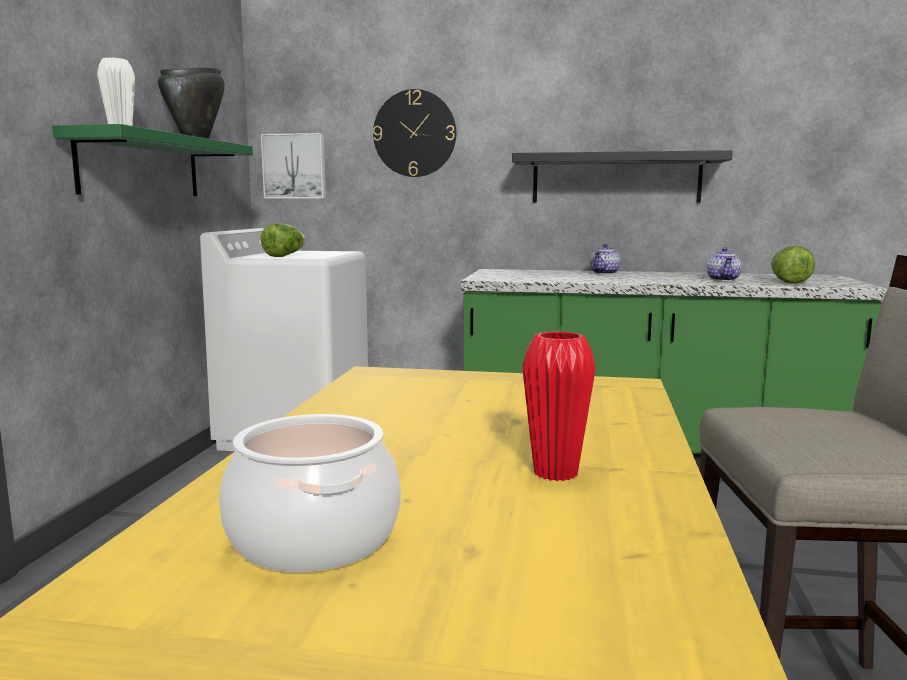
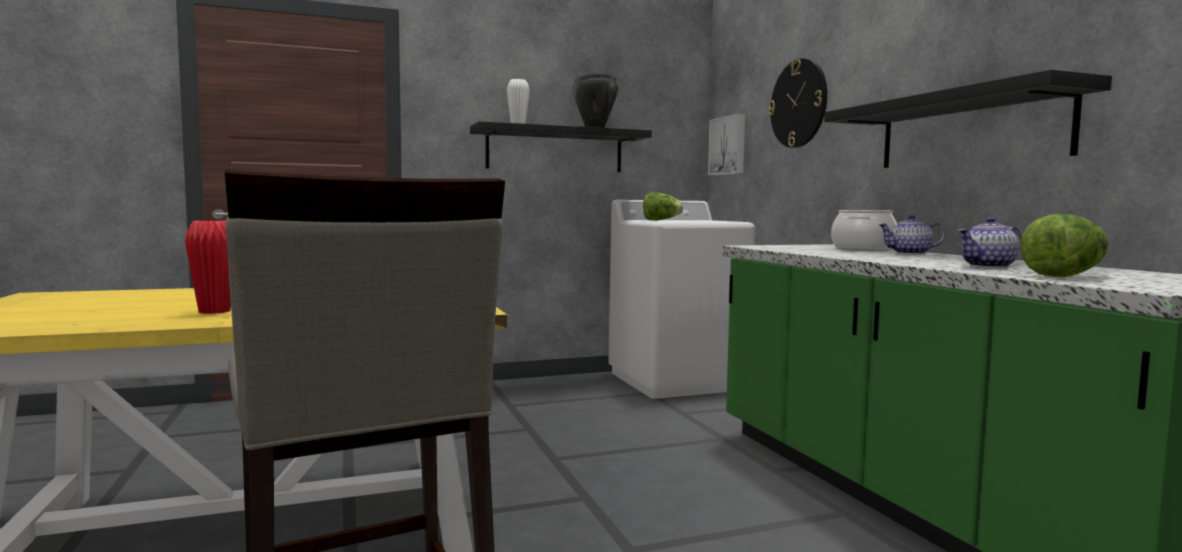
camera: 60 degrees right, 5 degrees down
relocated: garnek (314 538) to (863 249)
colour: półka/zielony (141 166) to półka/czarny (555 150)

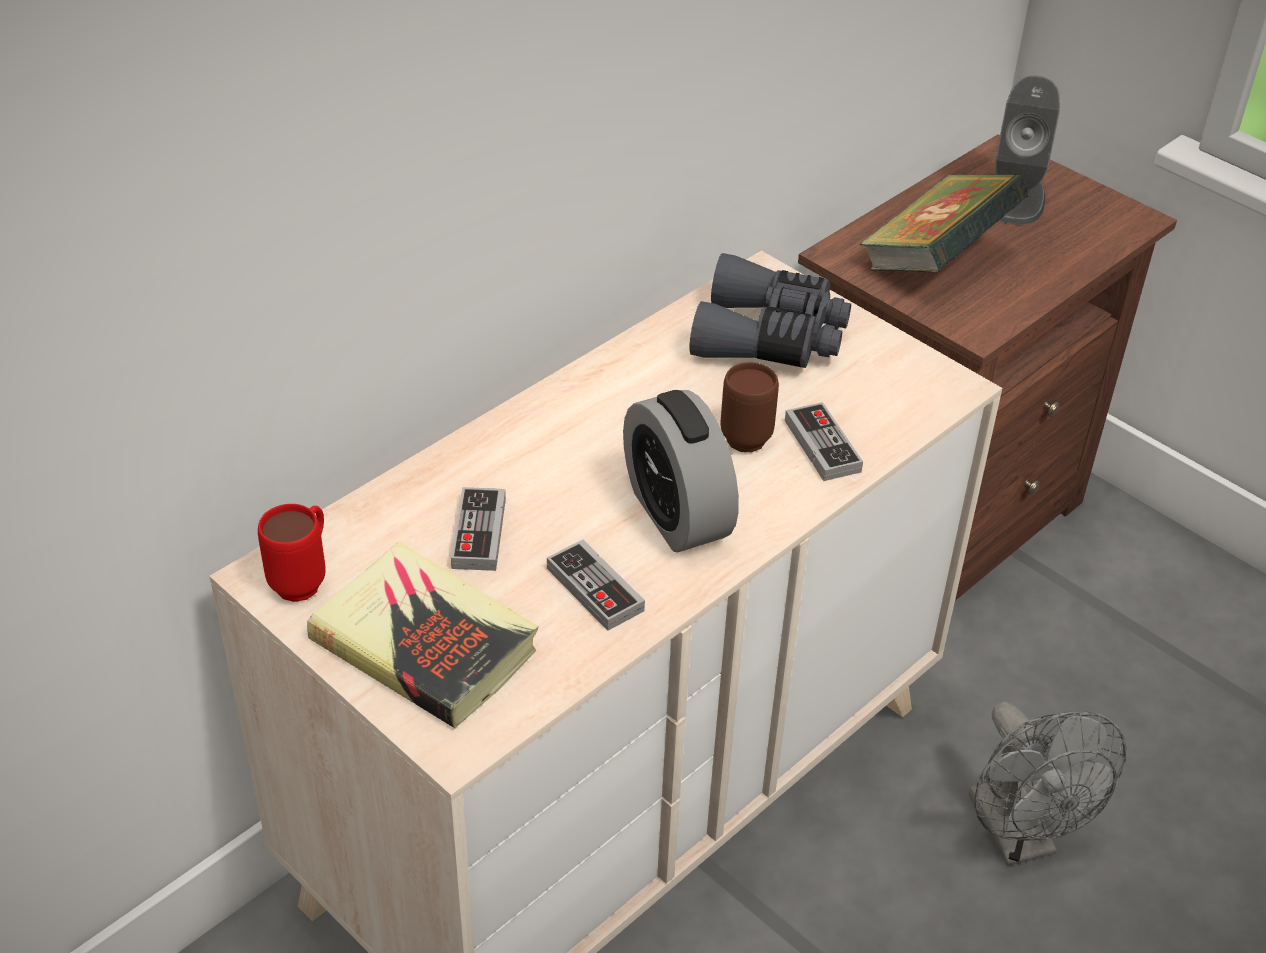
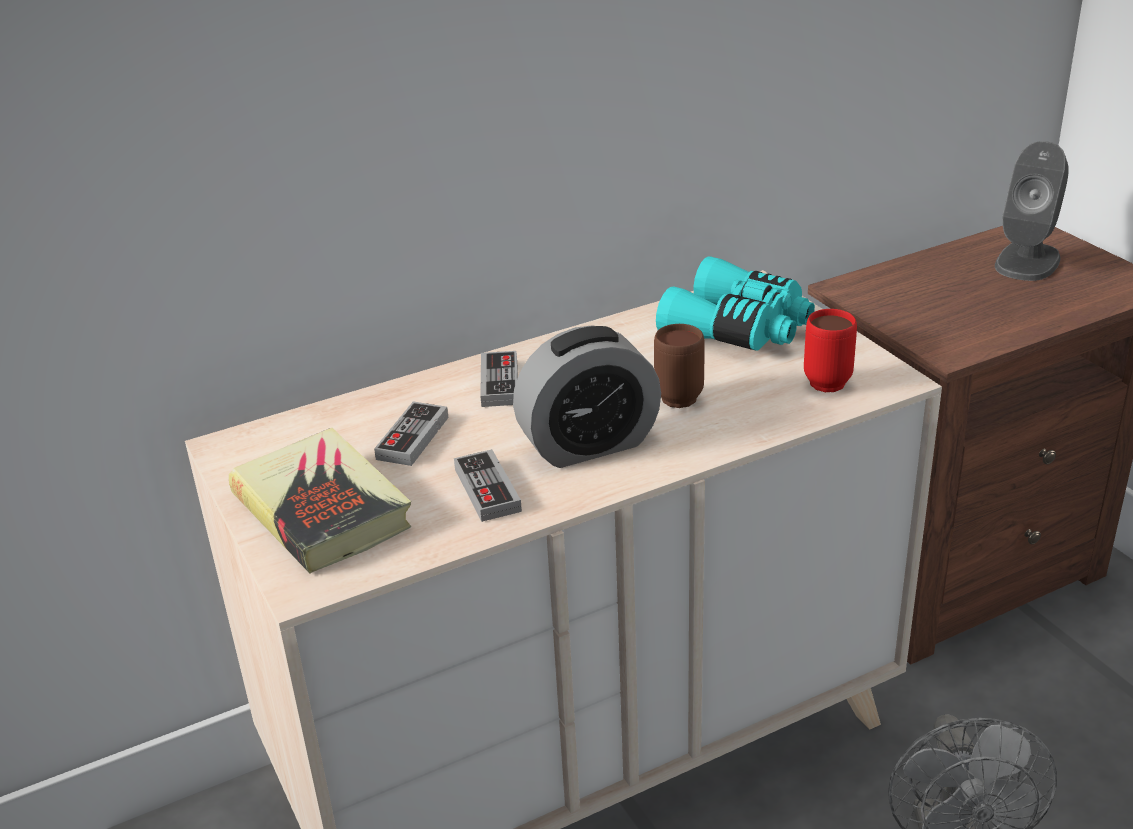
camera: 20 degrees right, 10 degrees down
missing: książka (936 261)
relocated: kubek/czerwony (305 579) to (833 380); pad do gier (822 446) to (499 383)
colour: lornetka/szary (770 337) to lornetka/turkusowy (739 329)
spun: budzik (676 514) = (589 445) 105 degrees counterclockwise

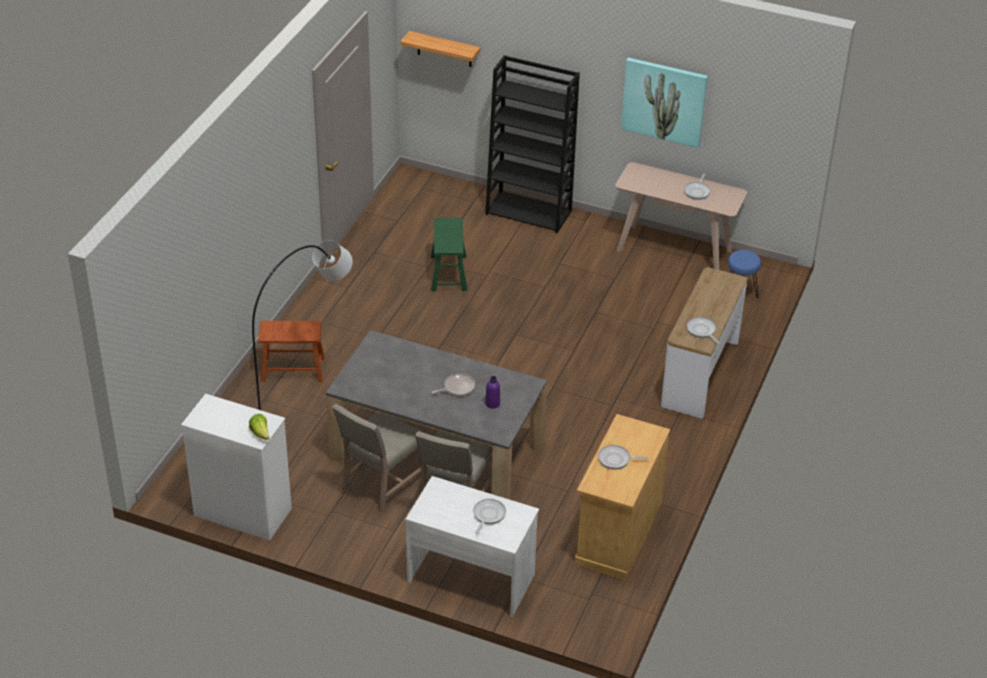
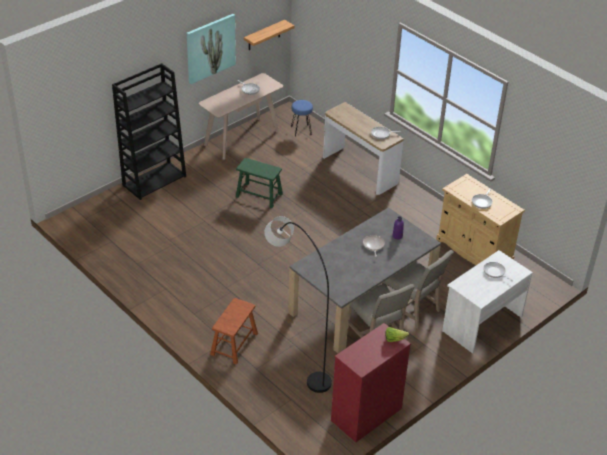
camera: 65 degrees left, 0 degrees up
relocated: półka (444 49) to (264 35); stołek/zielony (448 273) to (259 195)
colour: komoda/biały (242 512) to komoda/czerwony (366 415)

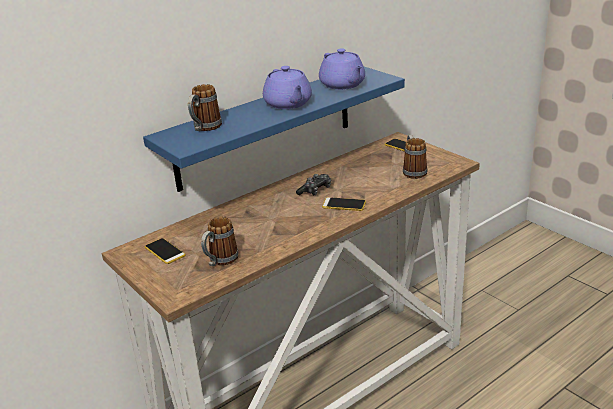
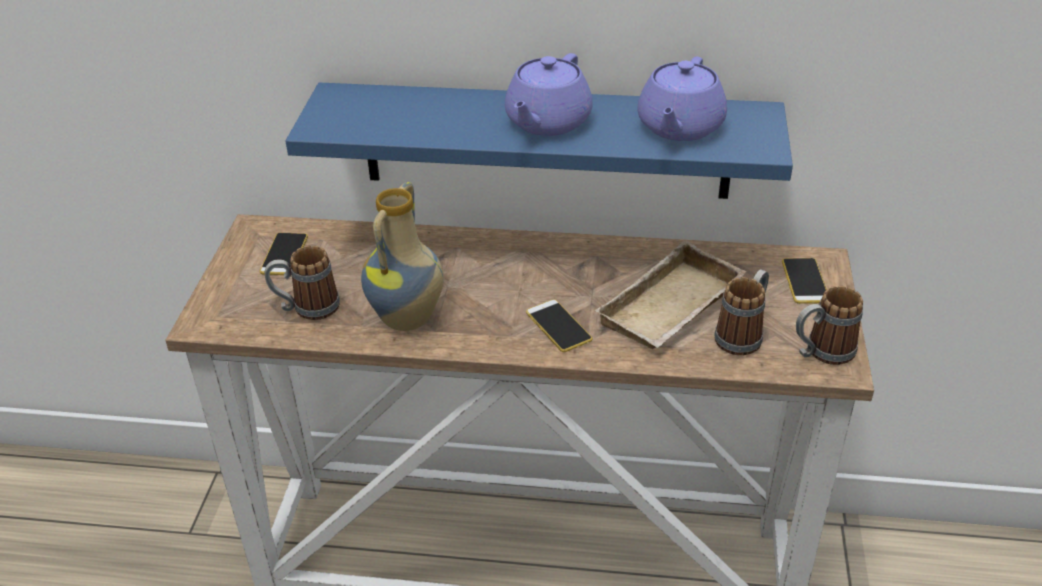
camera: 45 degrees right, 10 degrees up
missing: pad do gier (315 190)
appeared: wazon (409 319); taca/beżowy (672 309)
relocated: kubek (204 128) to (821 353)

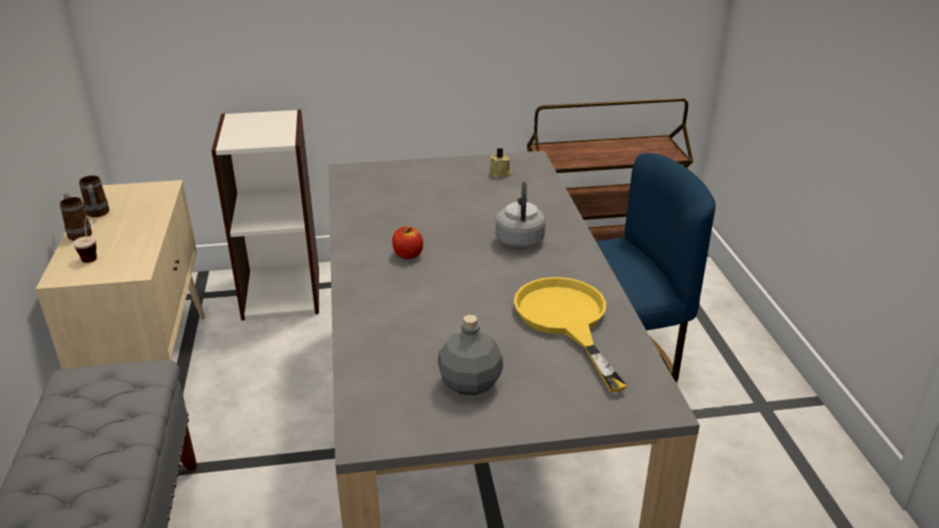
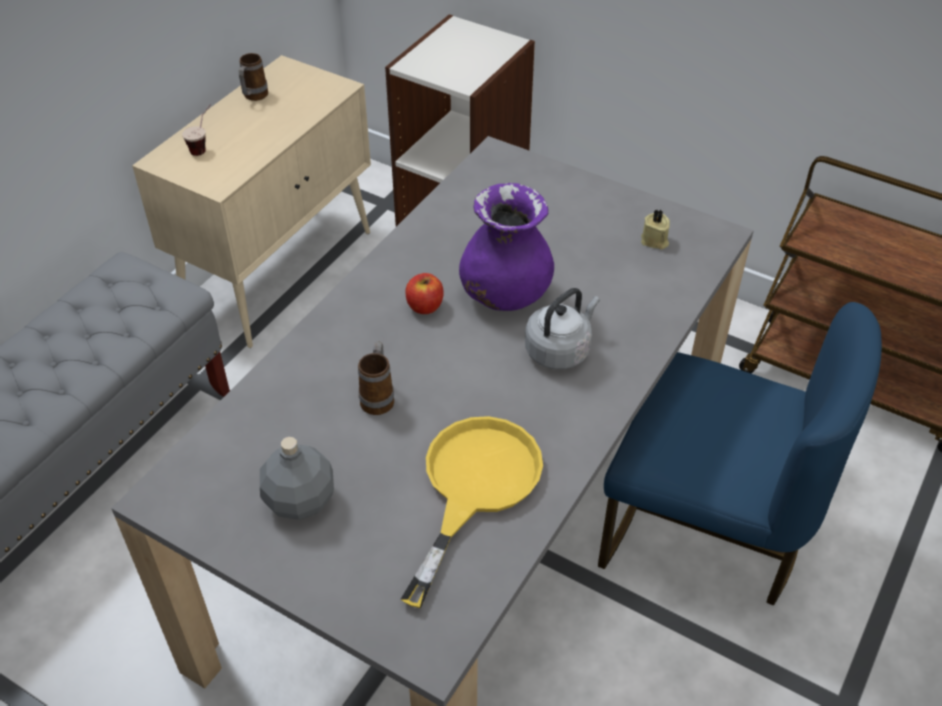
camera: 40 degrees right, 15 degrees up
appeared: wazon/fioletowy (505 295)
relocated: kubek (79 233) to (378 397)

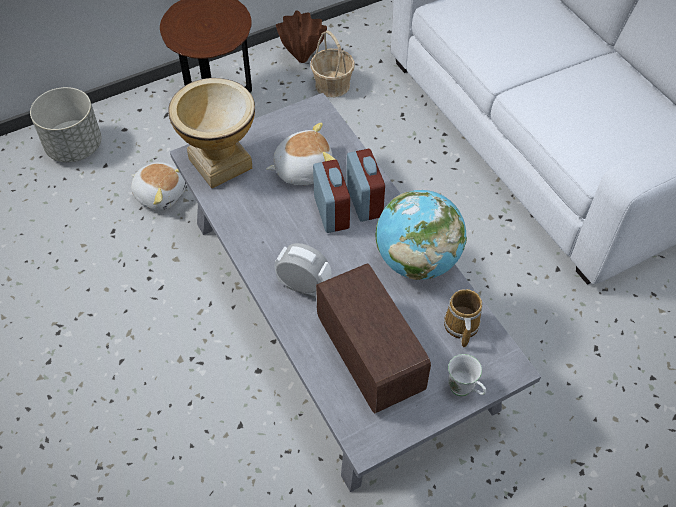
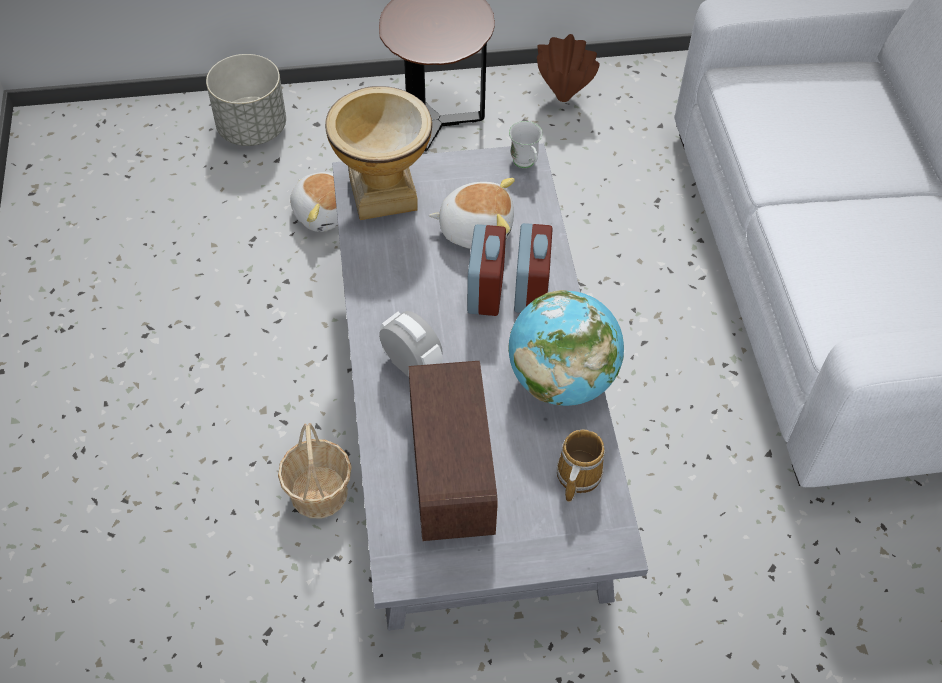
camera: 20 degrees right, 0 degrees up
relocated: koszyk (332 84) to (319 492); kubek/biały (464 391) to (526 165)

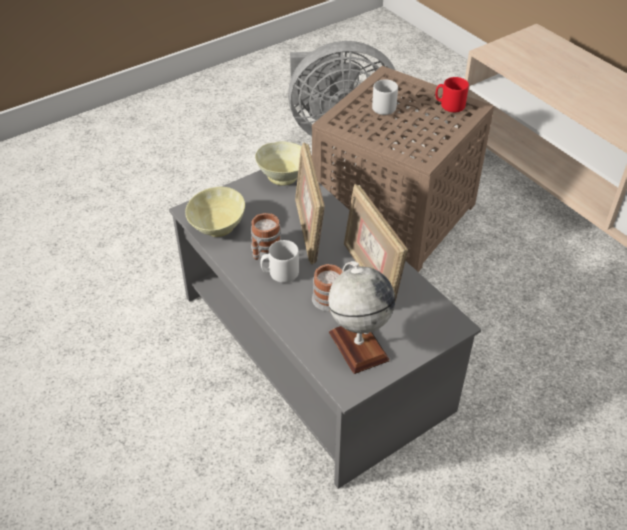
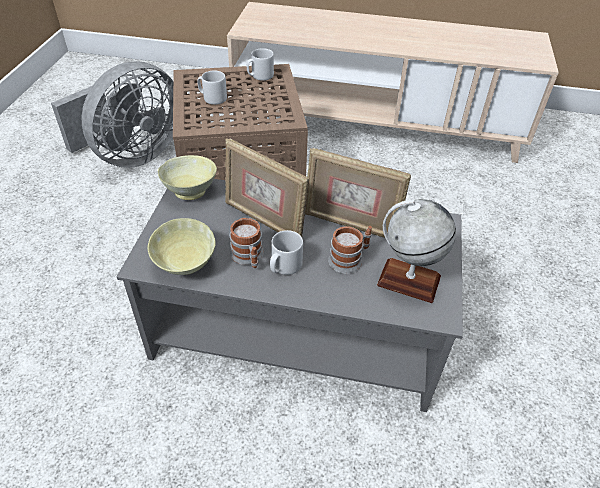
camera: 45 degrees left, 0 degrees up
colour: kubek/czerwony (449 105) to kubek/szary (260 76)

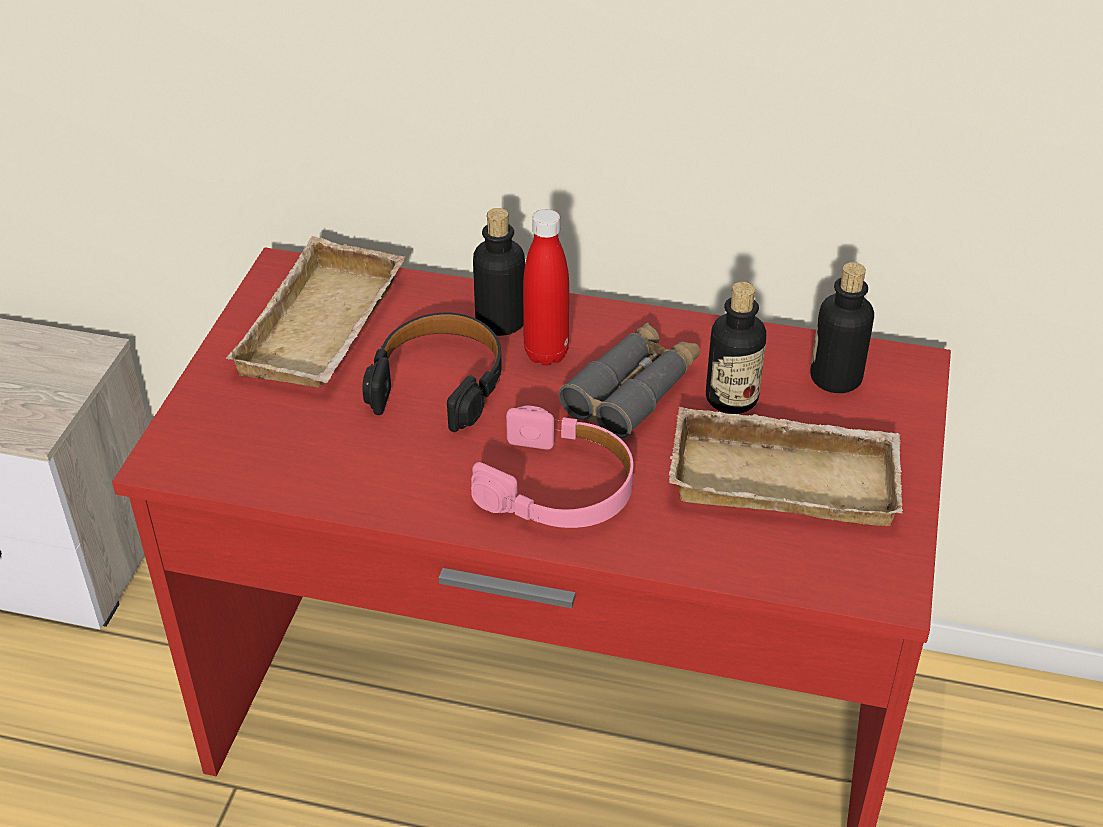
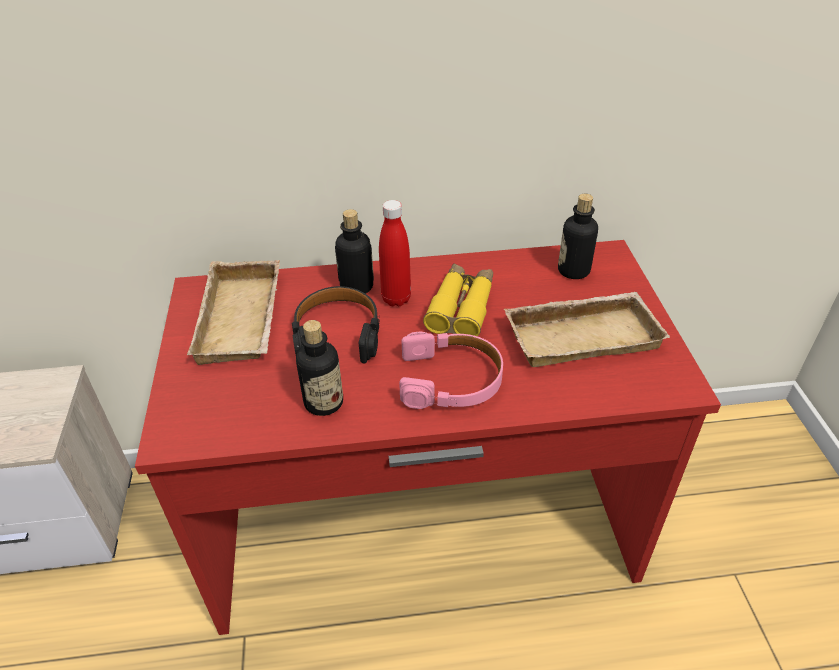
camera: 20 degrees left, 0 degrees up
relocated: butelka (731 398) to (323 402)
colour: lornetka/szary (632 390) to lornetka/żółty (461 307)

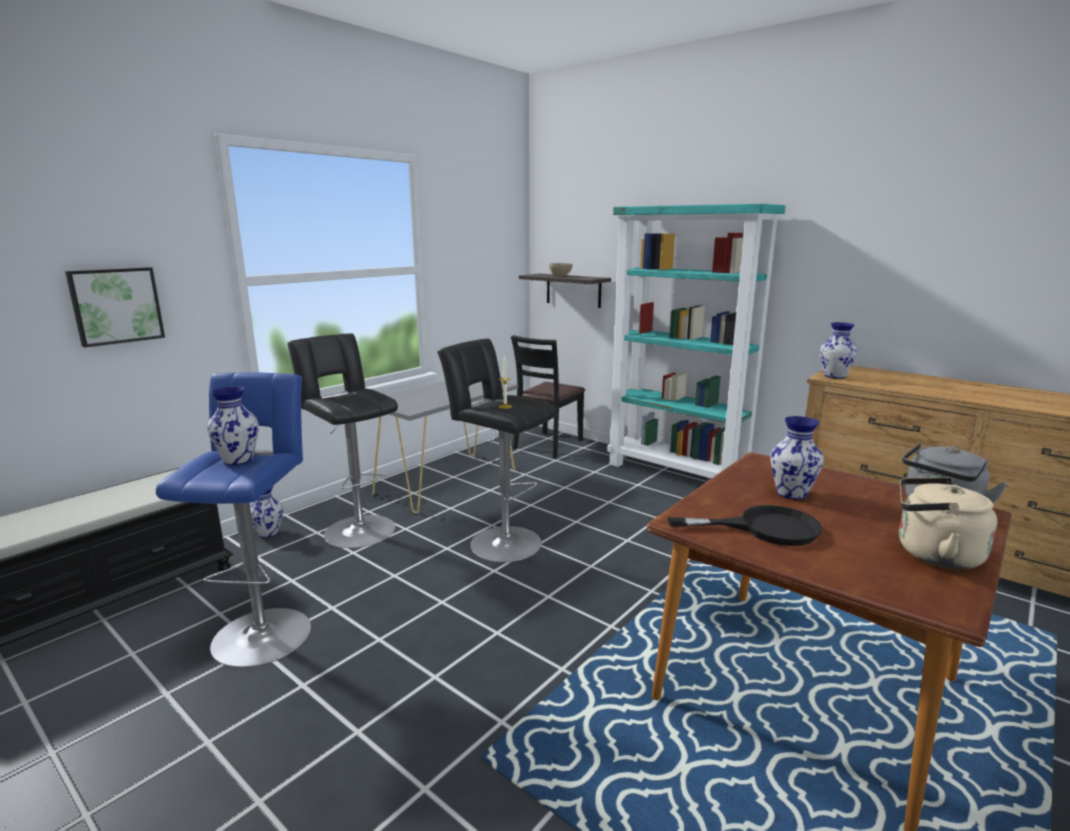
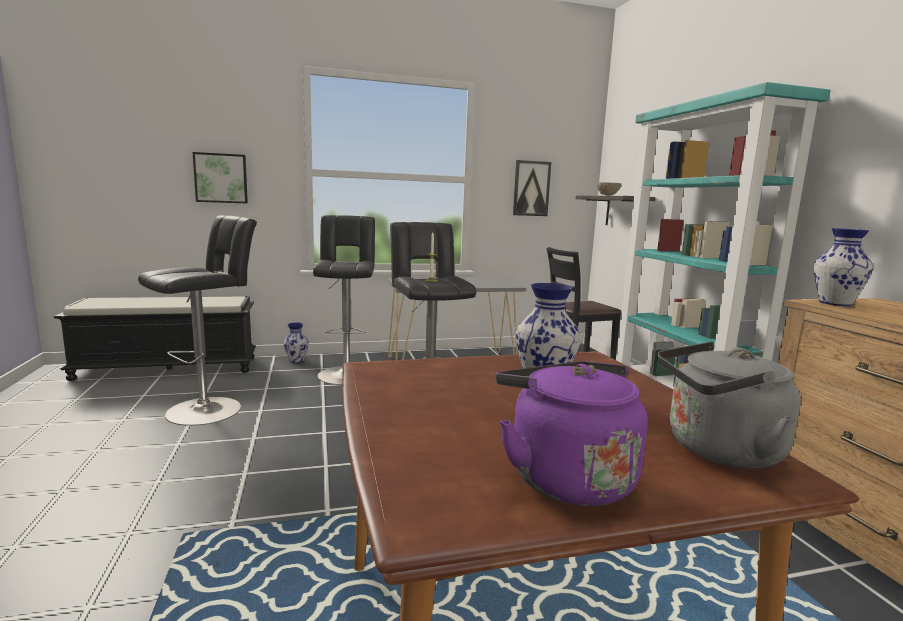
camera: 35 degrees right, 5 degrees down
missing: wazon (238 460); patelnia/czarny (763 528)
appeared: obraz (531 188)
colour: stołek/niebieski (265 631) to stołek/czarny (209 409); czajnik/beżowy (932 554) to czajnik/fioletowy (565 476)

